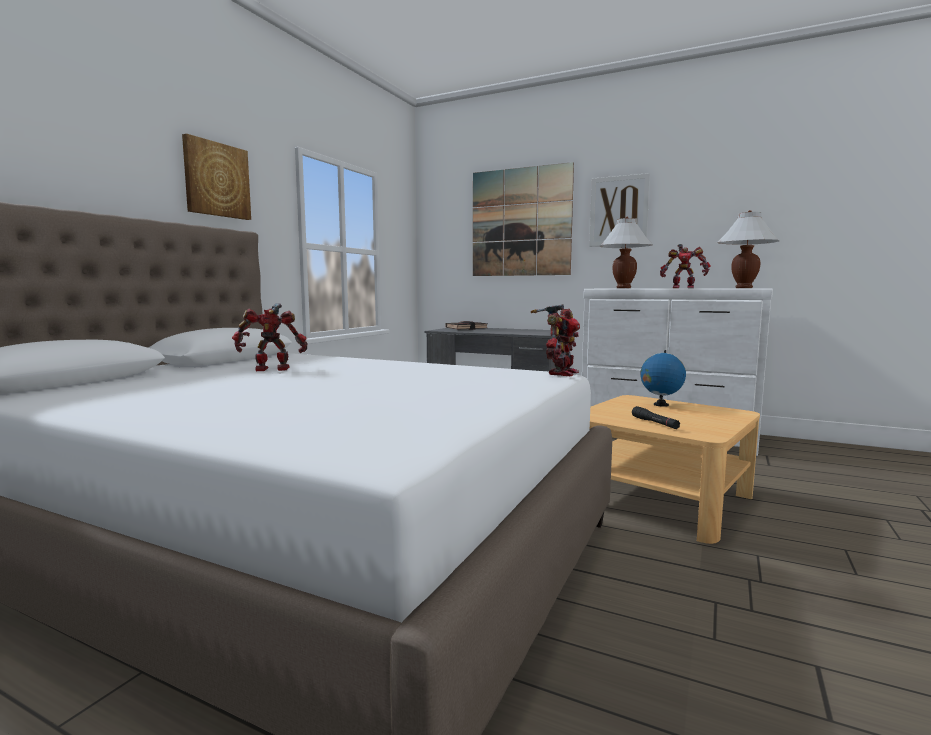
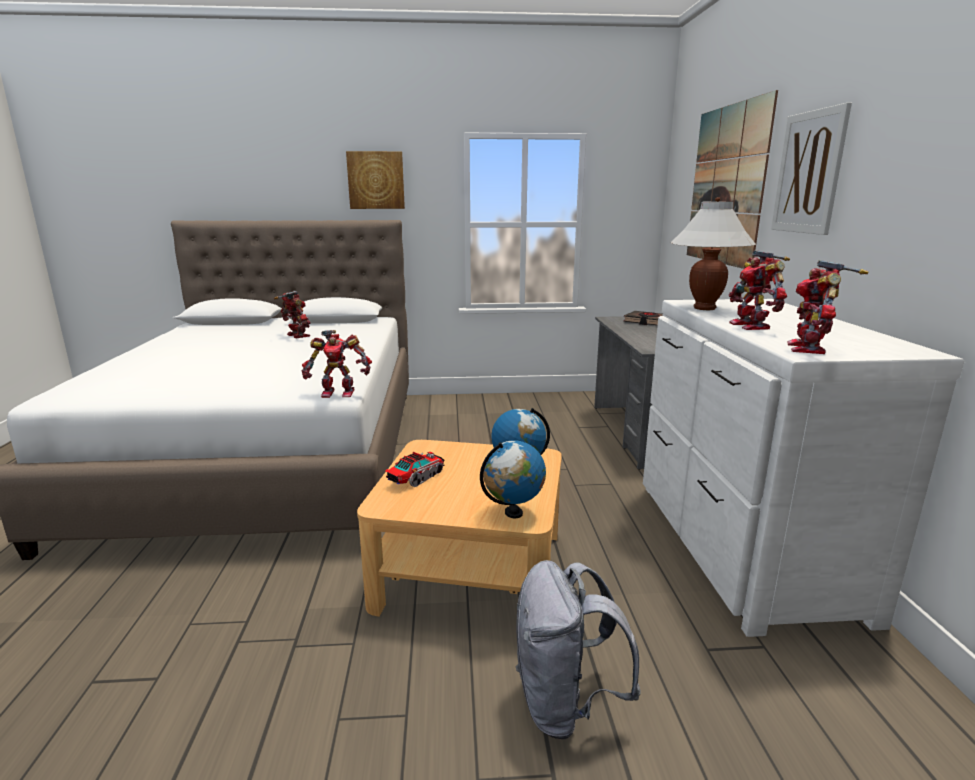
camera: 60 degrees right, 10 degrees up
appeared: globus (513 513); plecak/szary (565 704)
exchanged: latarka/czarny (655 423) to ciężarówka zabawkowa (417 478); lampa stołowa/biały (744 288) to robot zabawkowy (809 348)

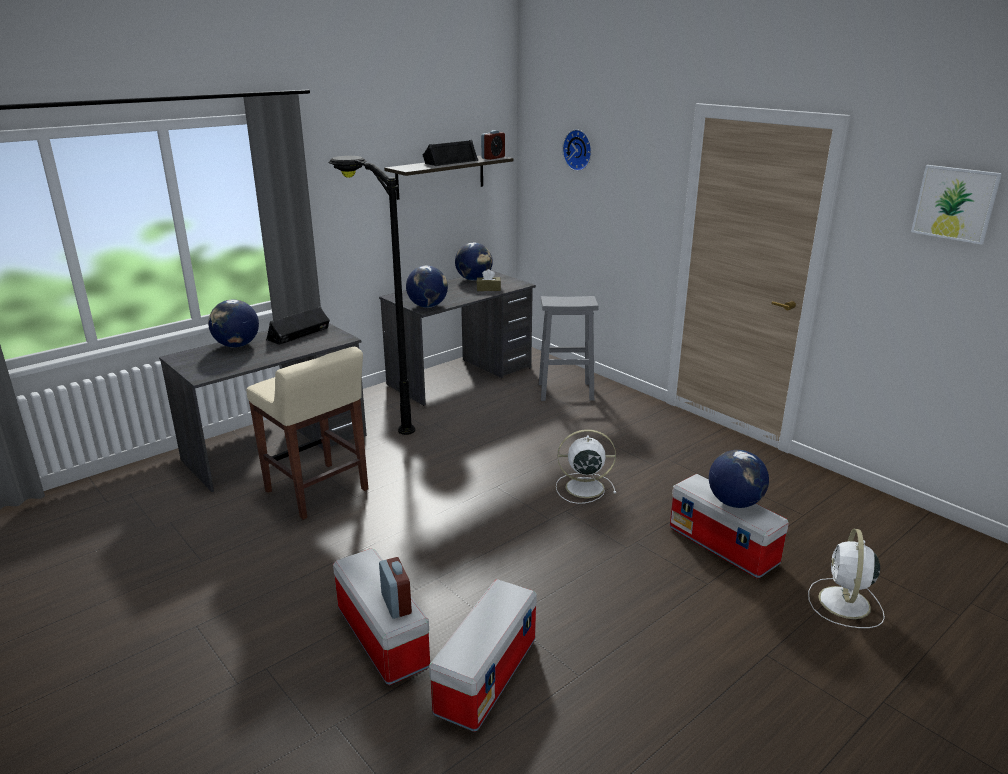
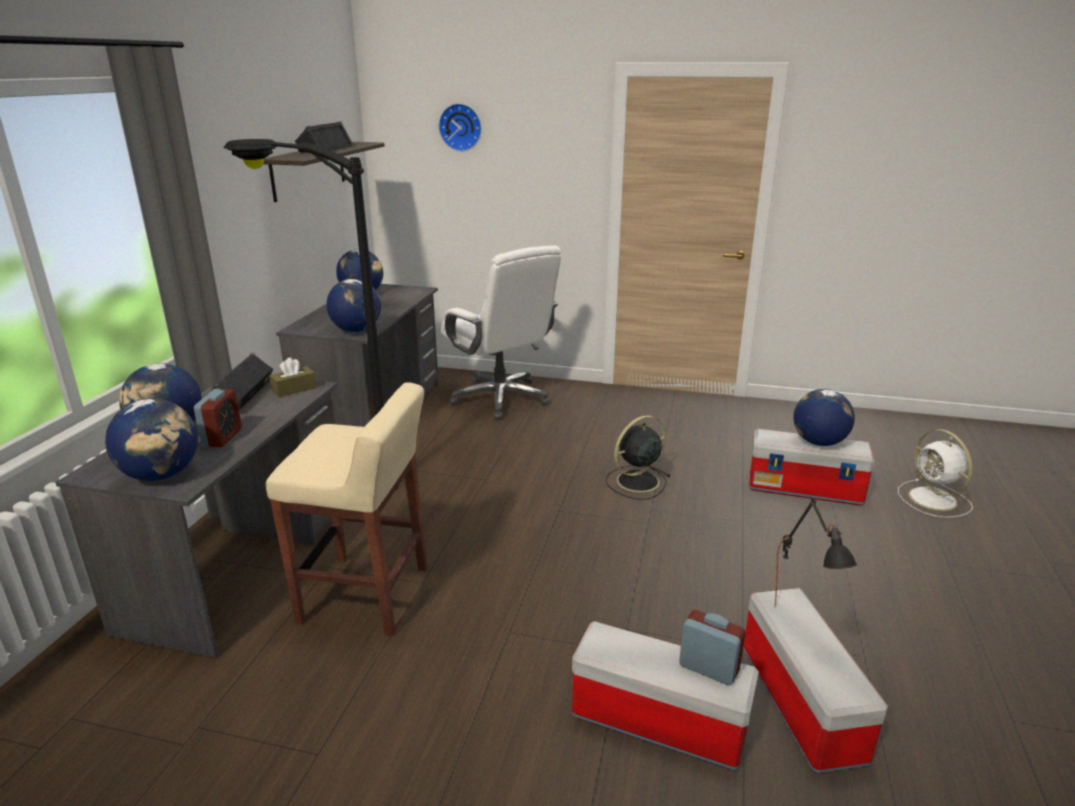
camera: 35 degrees left, 0 degrees up
missing: obraz (955 203)
appeared: globus (162 475); lampa stołowa/czarny (802 624)
relocated: pudełko chusteczek/brązowy (488 289) to (294 389); budzik (493 158) to (222 437)
exchanged: stołek/szary (564 391) to krzesło biurowe/biały (501 398)
colour: wentylator/biały (583 487) to wentylator/czarny (636 482)

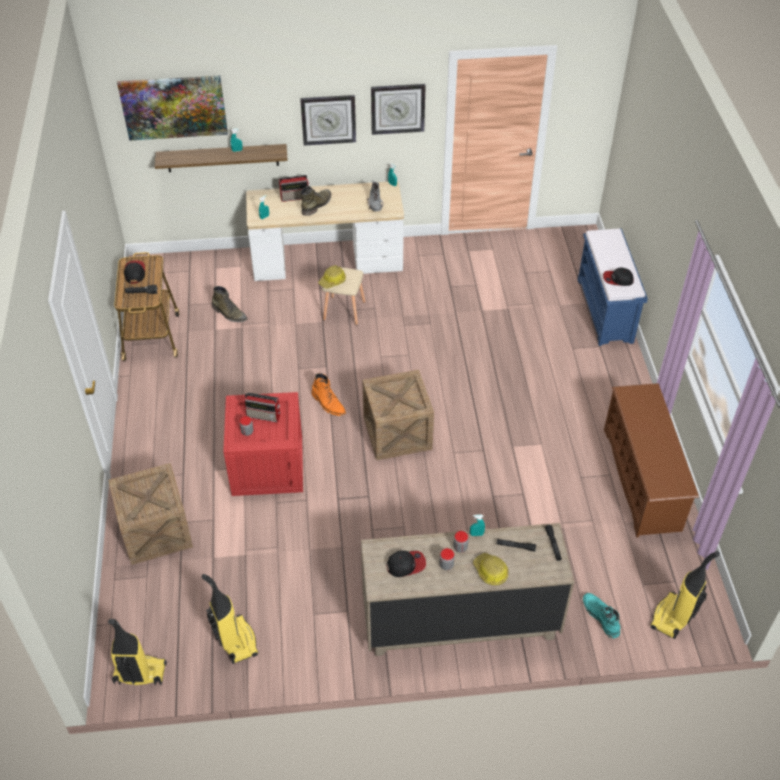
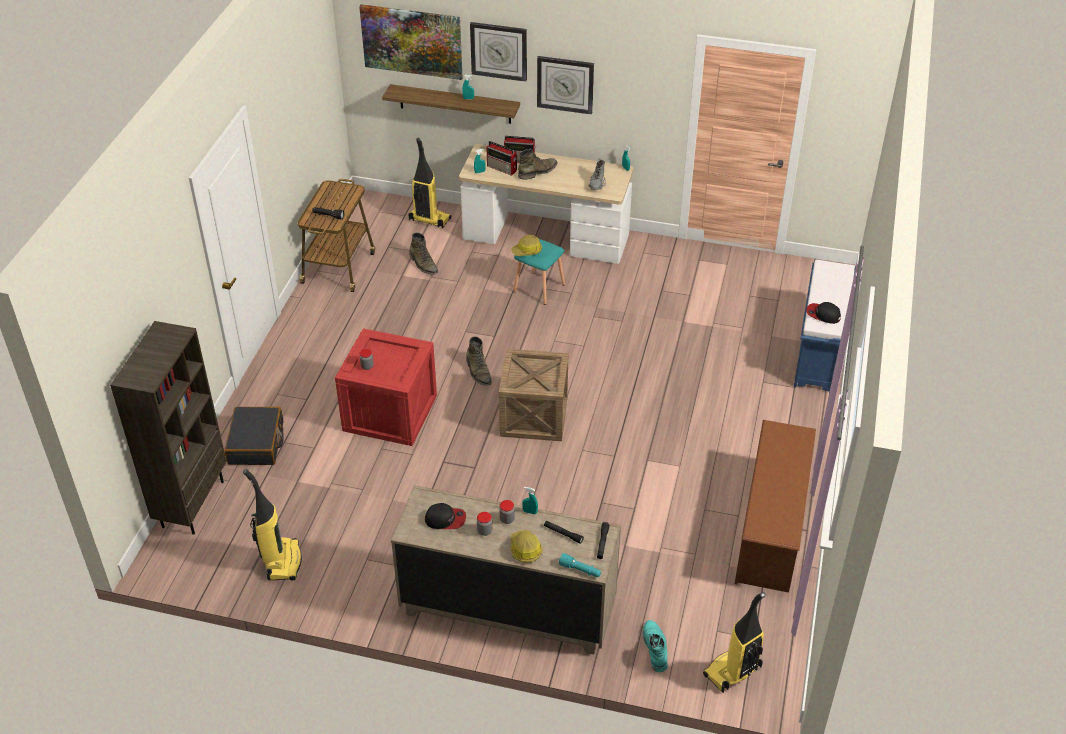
camera: 20 degrees right, 5 degrees down
missing: czapka z daszkiem (134 273)
appeared: regał/brązowy (192 503); latarka/turkusowy (580 570)
relocated: odkurzacz (139 674) to (429 220); radio (264 416) to (502 168); zegar ścienny (397 108) to (499 51)
exchanged: skrzynka (156 531) to walizka/czarny (256 443)
colour: but z cholewką/pomarańczowy (328 403) to but z cholewką/zielony (478 371); stołek/beżowy (343 311) to stołek/turkusowy (538 288)

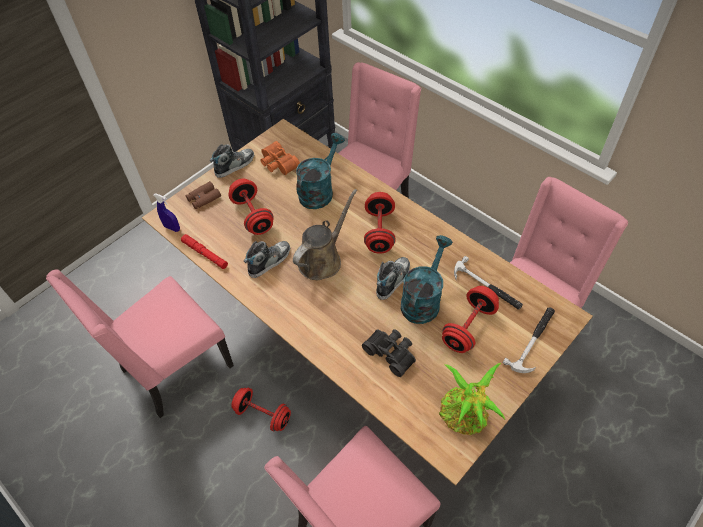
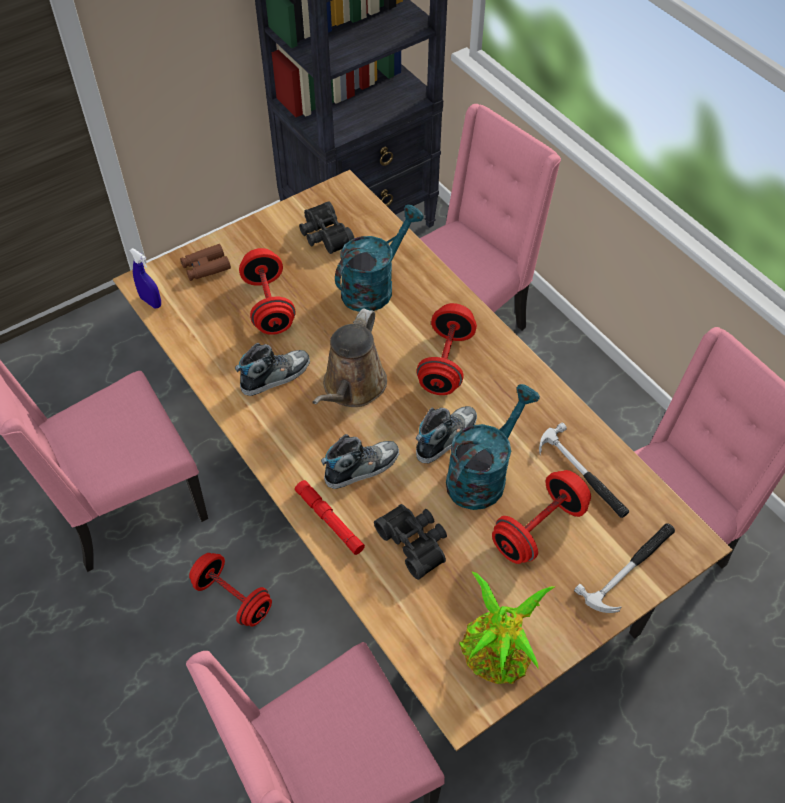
camera: 10 degrees right, 0 degrees up
relocated: latarka/czerwony (205 254) to (329 520); but (234 165) to (361 467)
colour: lornetka/pomarańczowy (277 164) to lornetka/czarny (324 236)
spun: konewka/brązowy (322 259) = (352 388) 150 degrees clockwise

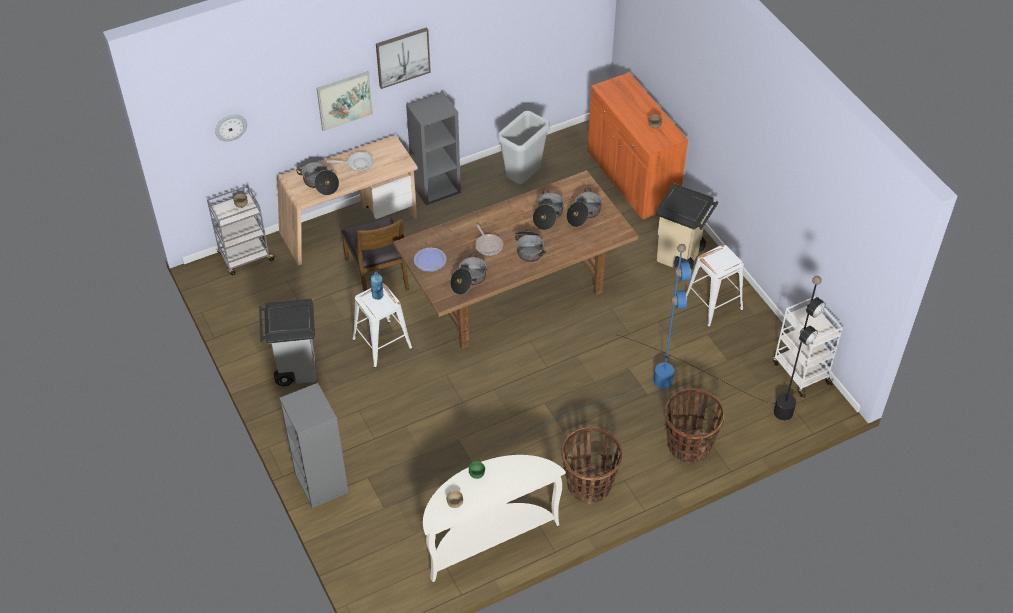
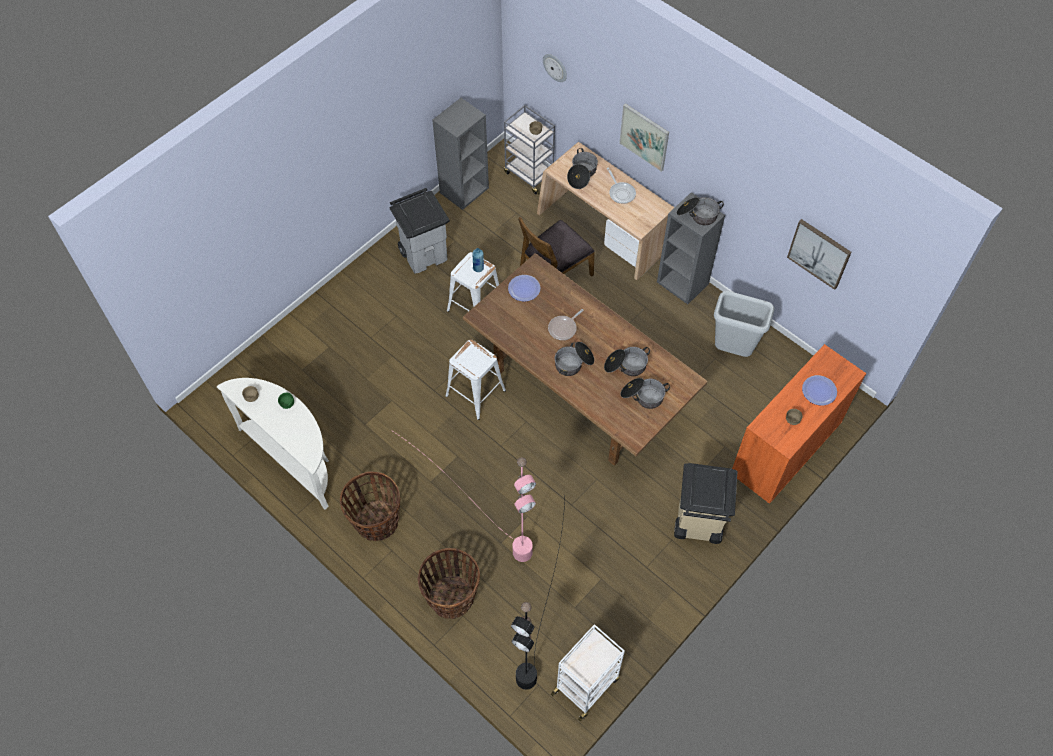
camera: 70 degrees right, 10 degrees up
appeared: talerz (819 391)
relocated: regał/szary (320 483) to (464 189); obraz (402 57) to (819 253); garnek (468 280) to (697 215); stołek/biały (713 305) to (475 393)
colour: lampa stojąca/niebieski (615 398) to lampa stojąca/różowy (485 515)

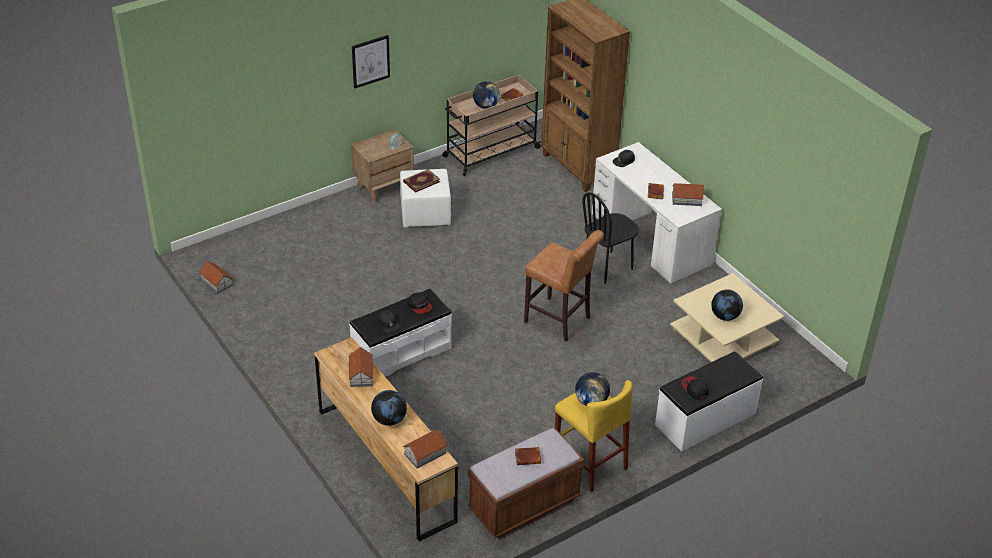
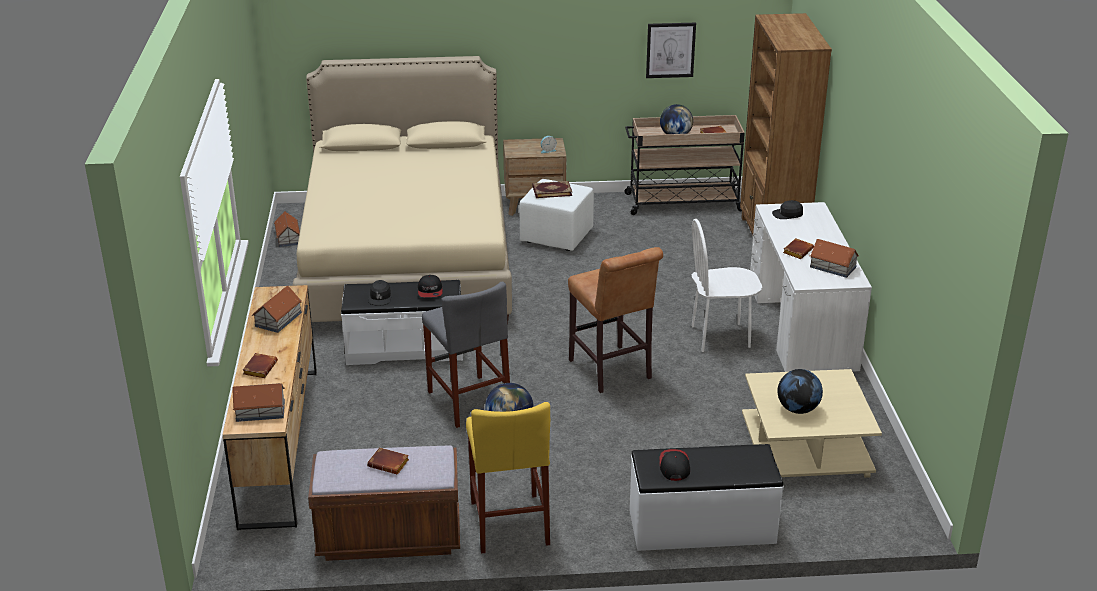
camera: 30 degrees right, 10 degrees down
appeared: łóżko/beżowy (407 259); stołek/szary (468 401)
relocated: obraz (370 61) to (670 50)
exchanged: globus (389 420) to książka/brązowy (259 368)
colour: krzesło/czarny (607 267) to krzesło/biały (720 337)

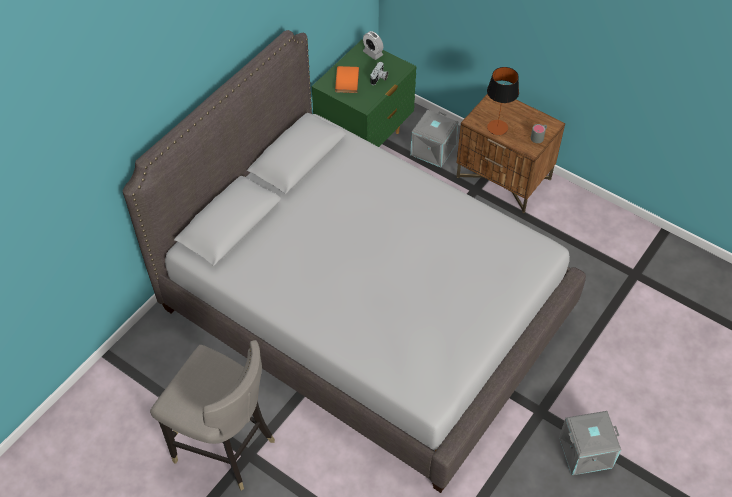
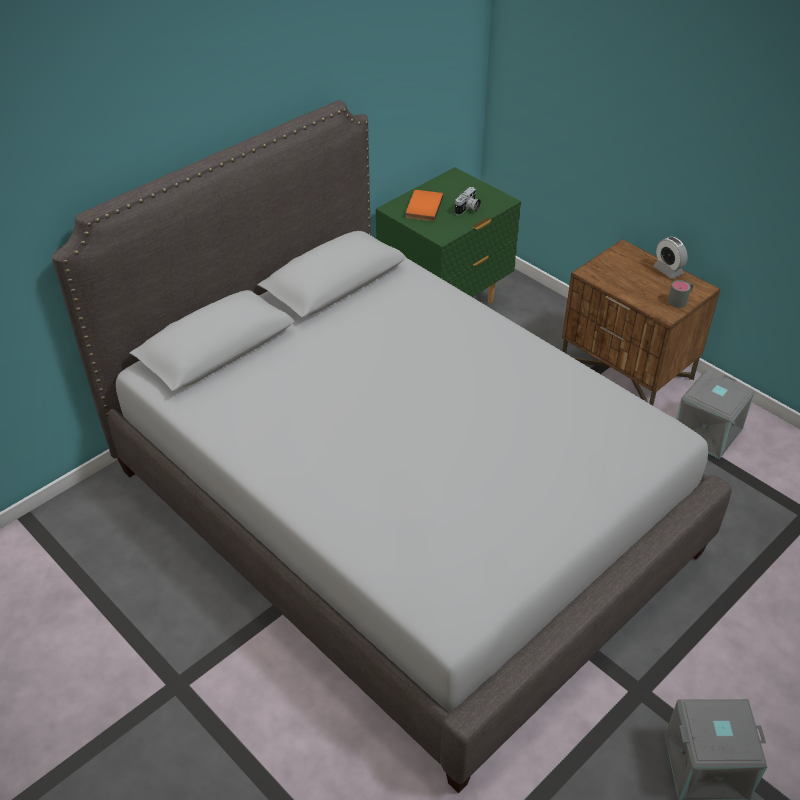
camera: 10 degrees right, 10 degrees down
missing: stołek/szary (226 448); lampa stołowa (497 127)
relocated: budzik (373 53) to (668 270); pojemnik do przechowywania/szary (433 150) to (708 433)

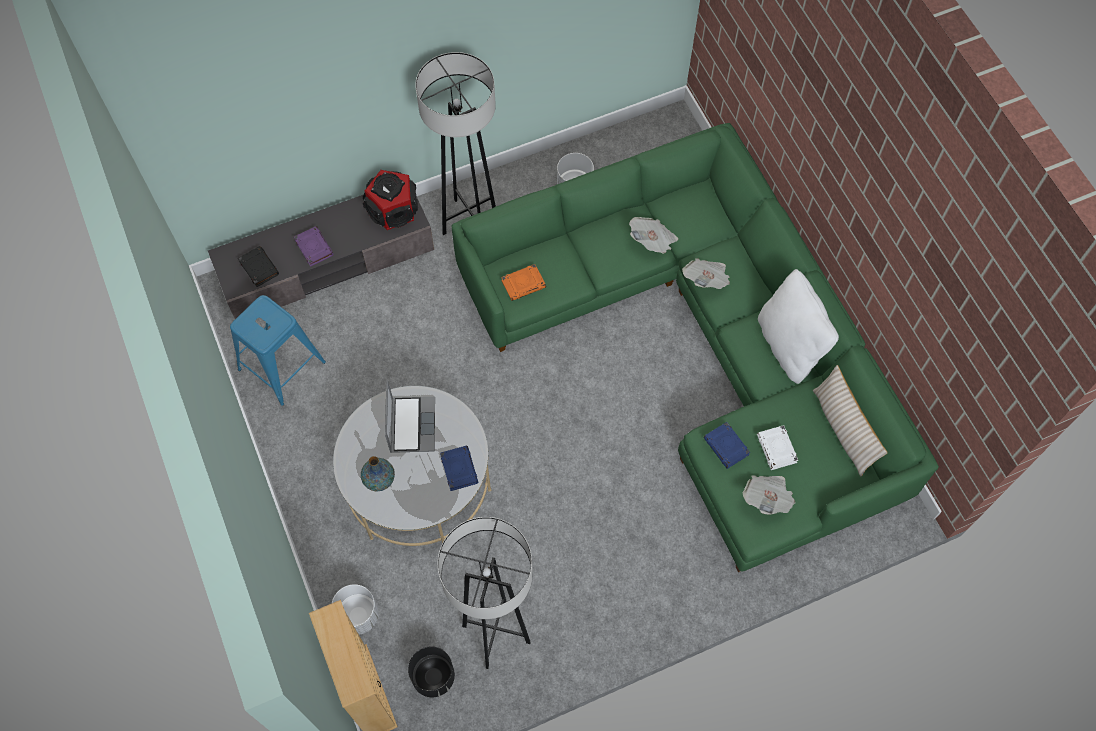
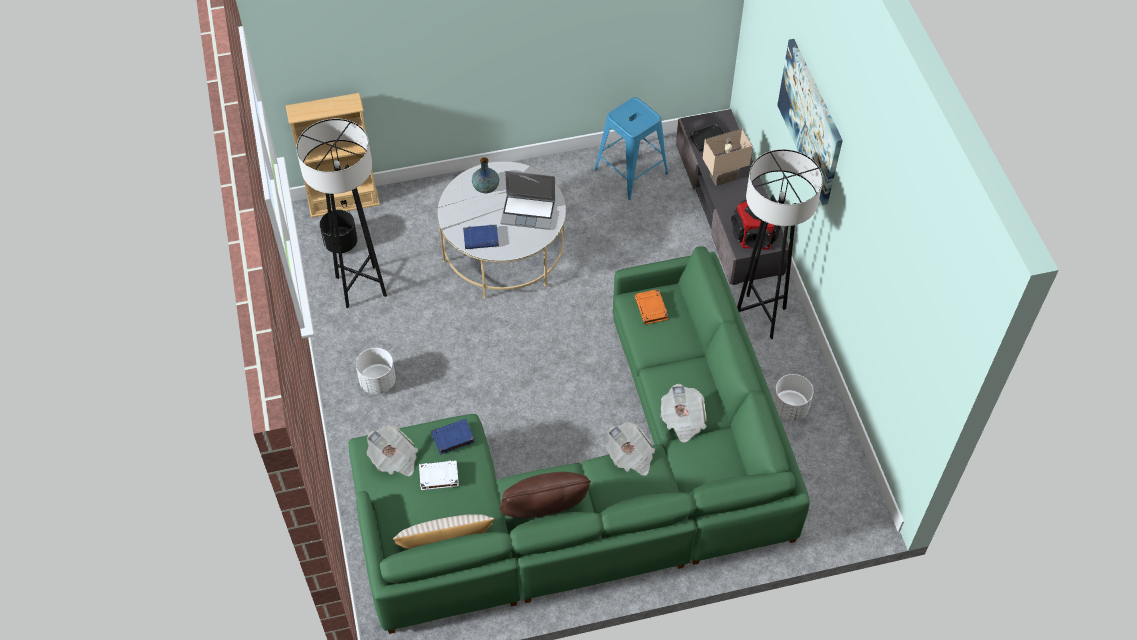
camera: 100 degrees right, 10 degrees down
appeared: obraz (811 121)
relocated: donica/biały (358 615) to (377 381)
exchanged: książka/fioletowy (313 247) to lampa stołowa/beżowy (723 176)
colour: poduszka/biały (789 345) to poduszka/brązowy (544 514)

